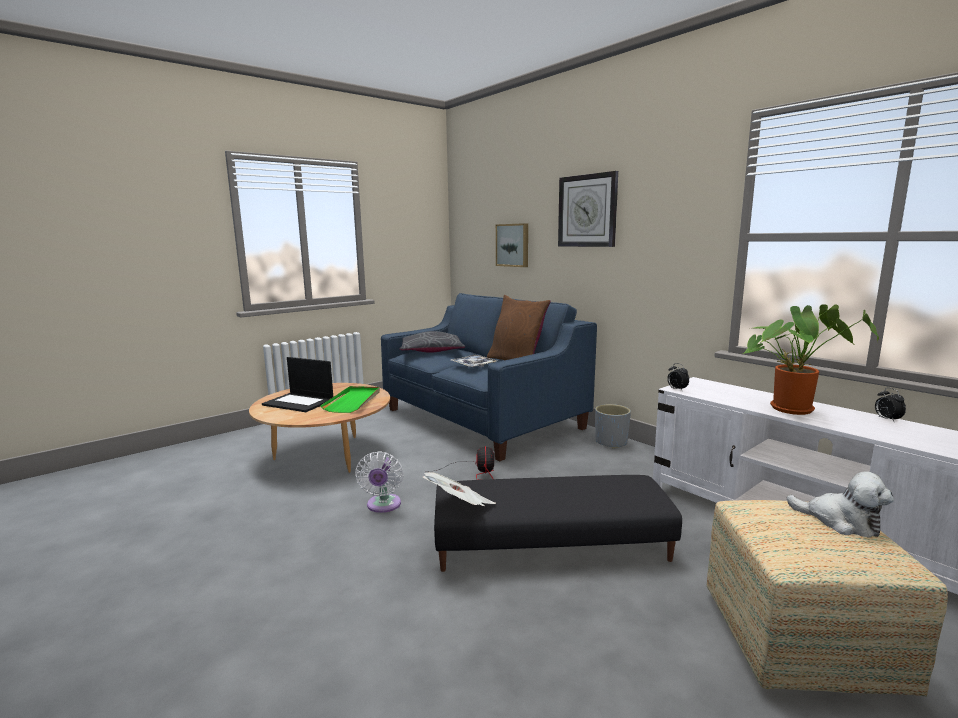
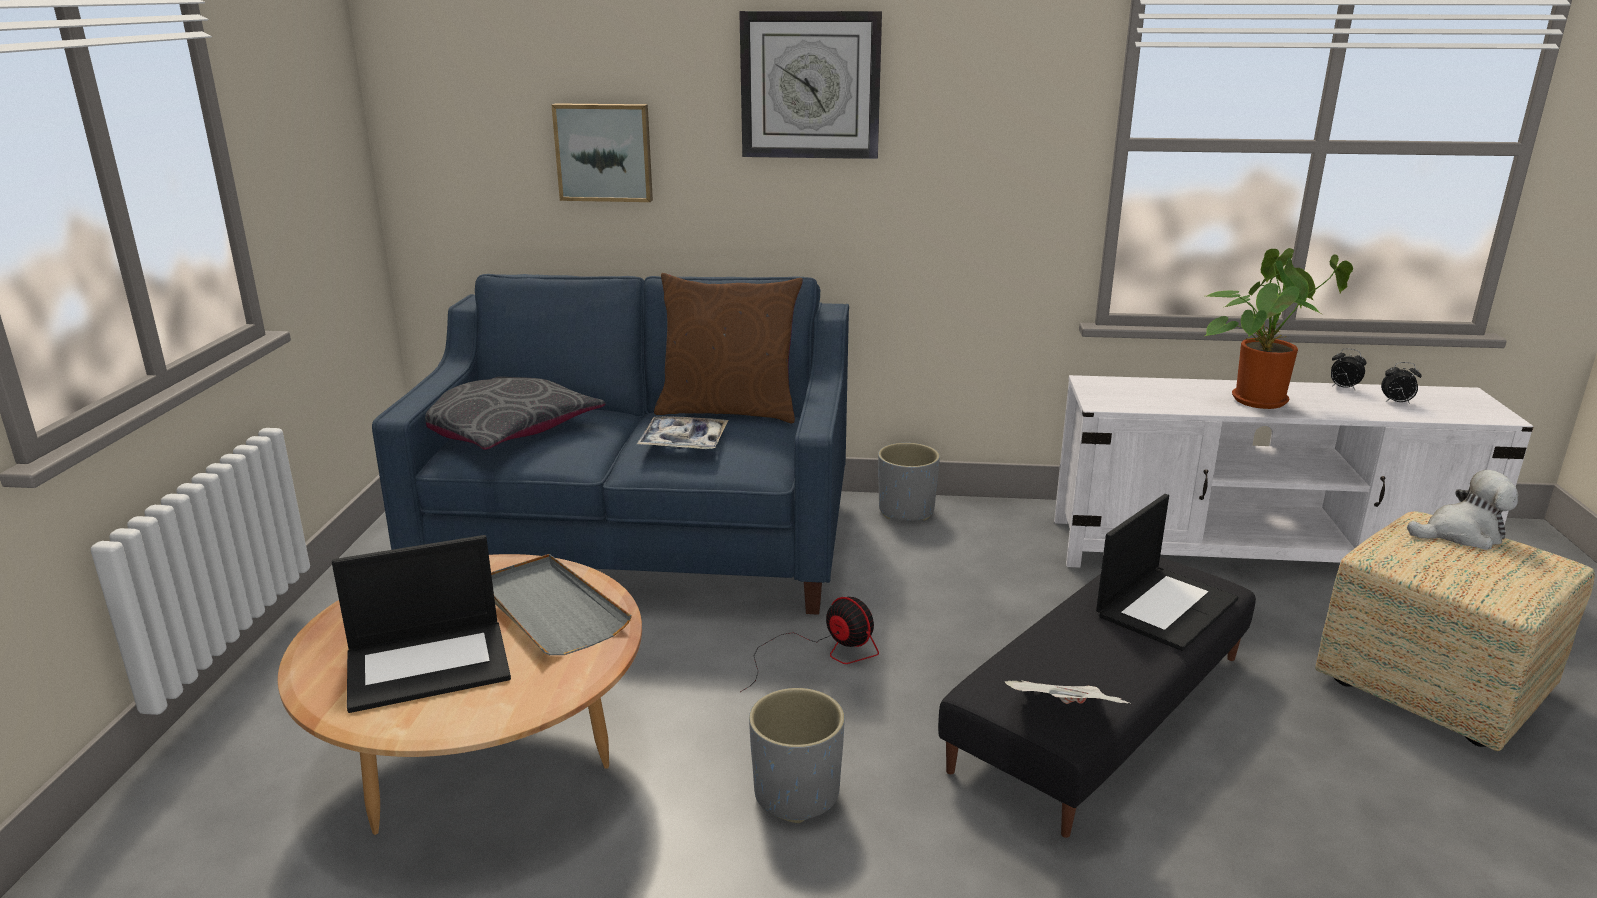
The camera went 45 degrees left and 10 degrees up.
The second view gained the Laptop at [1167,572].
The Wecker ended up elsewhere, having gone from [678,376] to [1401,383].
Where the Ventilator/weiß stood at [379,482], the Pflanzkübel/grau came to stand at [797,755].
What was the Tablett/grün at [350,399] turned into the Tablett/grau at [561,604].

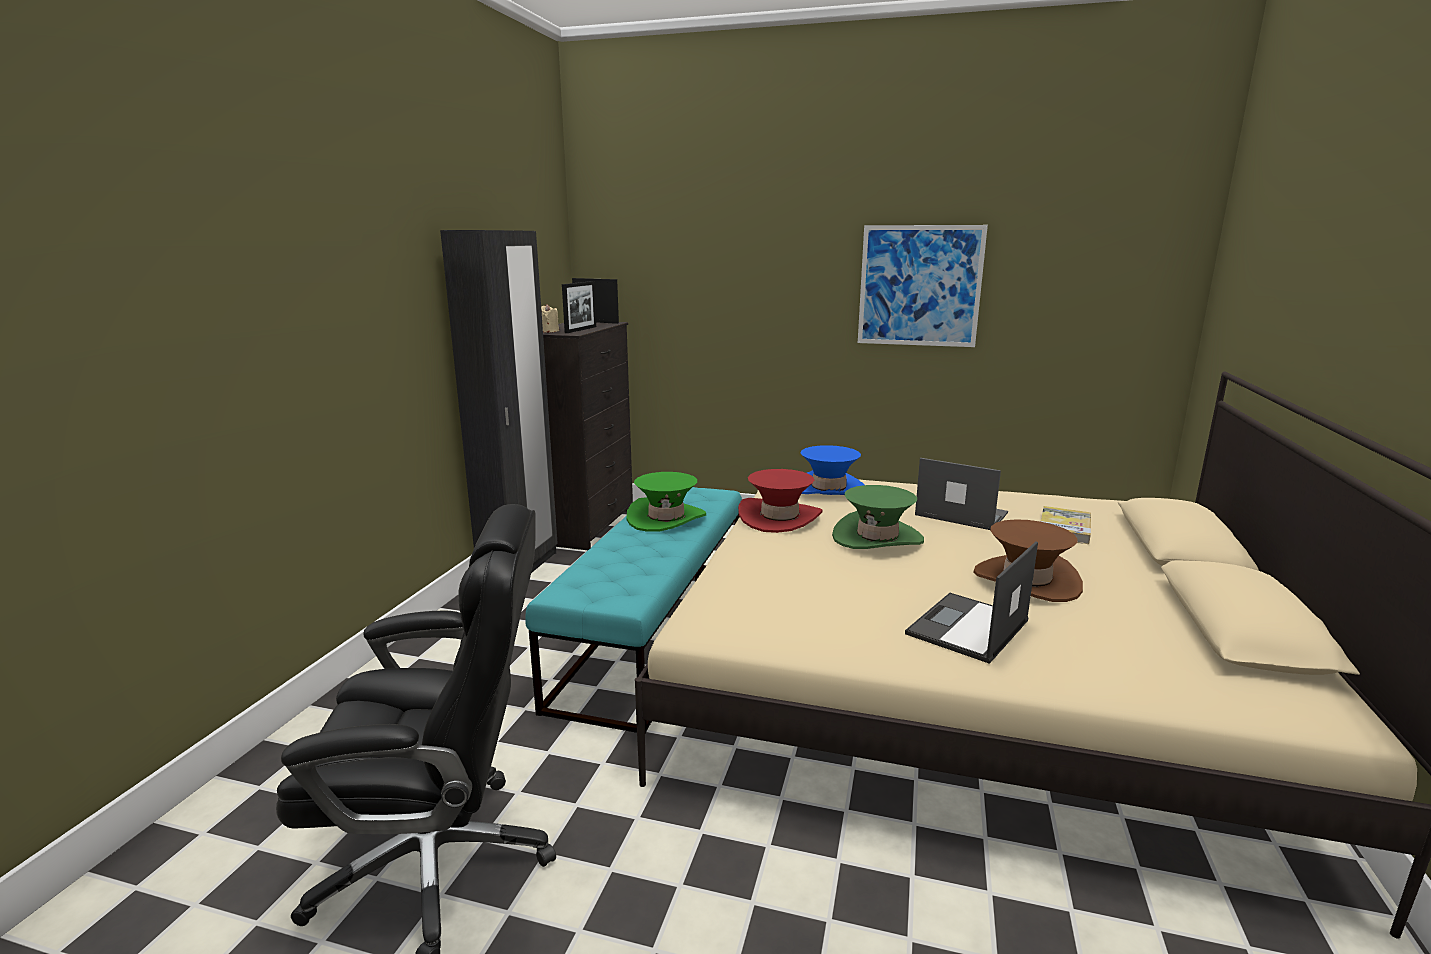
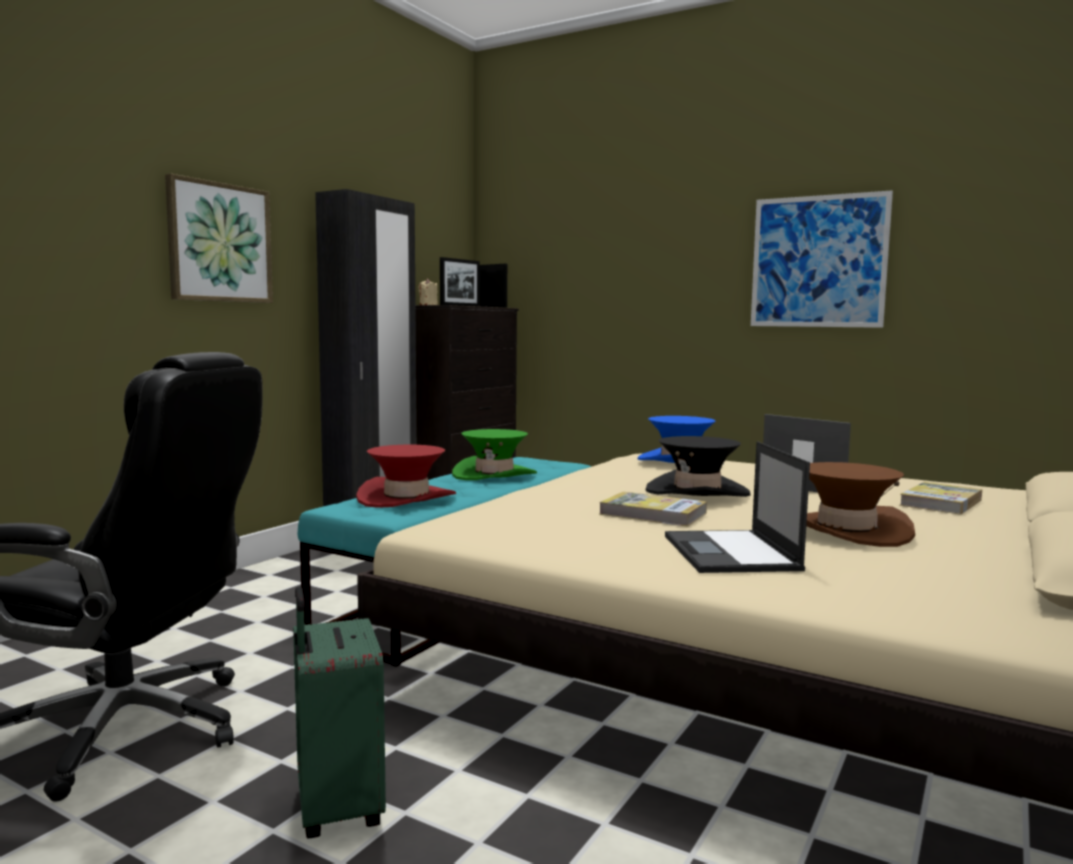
The camera went 15 degrees right and 10 degrees down.
The second view gained the Bild at [219,238].
The second view gained the Koffer/grün at [339,712].
The second view gained the Buch at [653,509].
The Hut/rot ended up elsewhere, having gone from [780,501] to [406,476].
What was the Hut/grün at [878,517] turned into the Hut/schwarz at [697,466].
The Laptop at [971,602] ended up facing another way, 60 degrees counterclockwise from before.

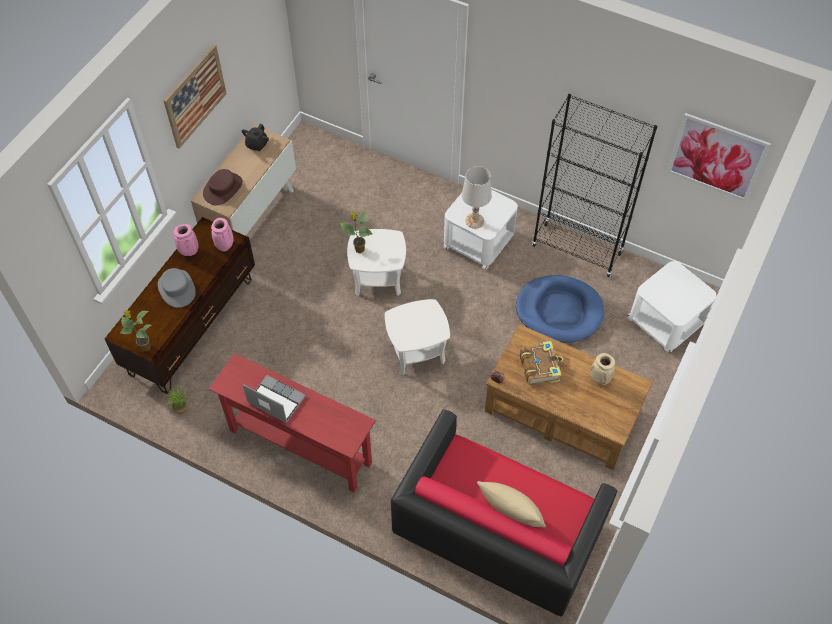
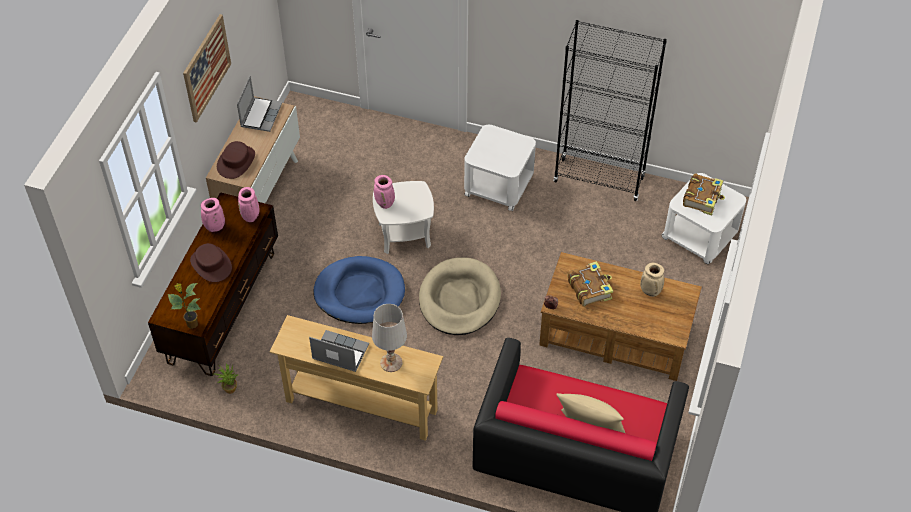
The camera went 10 degrees left and 5 degrees down.
The second view lost the Bild at [719,157].
The second view gained the Buch at [704,194].
The Tischlampe/weiß ended up elsewhere, having gone from [477,197] to [389,338].
The Hundebett/blau ended up elsewhere, having gone from [560,309] to [359,290].
Where the Teekanne/schwarz stood at [255,137], the Laptop came to stand at [259,104].
Where the Topfpflanze stood at [356,232], the Vase/rosa came to stand at [384,192].
Where the Beistelltisch/weiß stood at [417,337], the Hundebett/beige came to stand at [460,296].
What was the Hut/grau at [177,288] turned into the Hut/braun at [211,262].
What was the Konsolentisch/rot at [292,422] turned into the Konsolentisch/beige at [356,378].

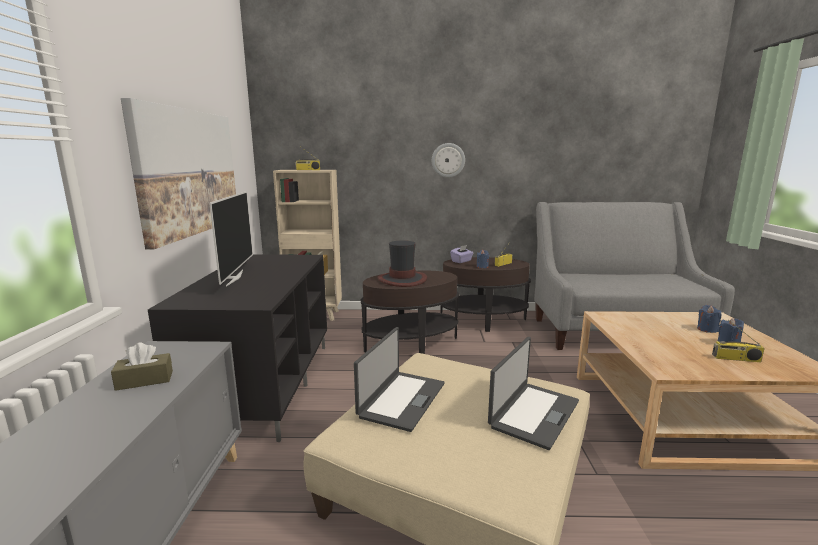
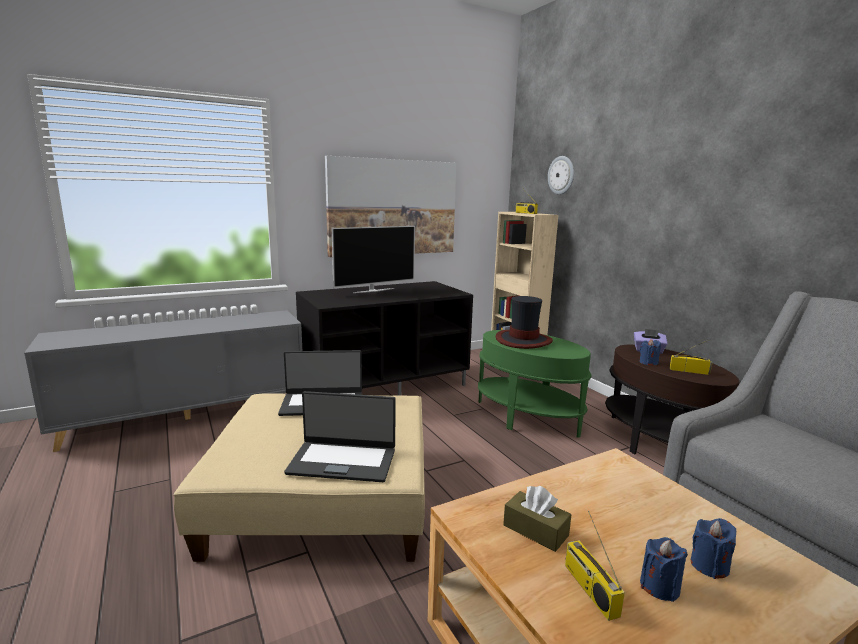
The camera went 60 degrees right and 0 degrees up.
The Taschentuchbox/braun ended up elsewhere, having gone from [142,366] to [537,519].
The Wanduhr ended up elsewhere, having gone from [448,160] to [561,175].
What was the Beistelltisch/braun at [410,312] turned into the Beistelltisch/grün at [535,384].

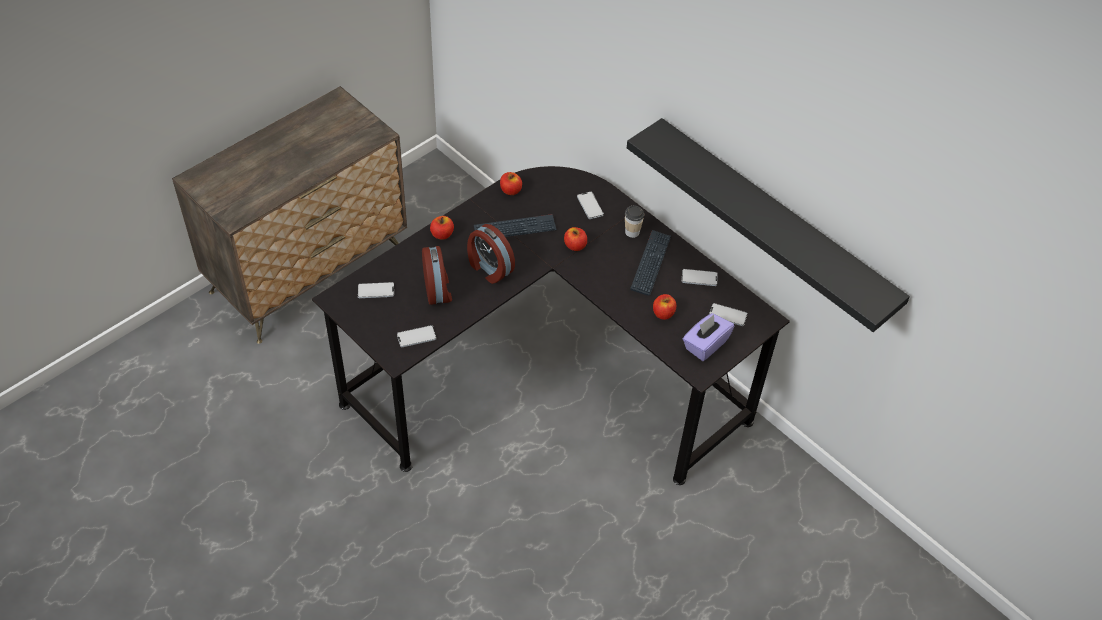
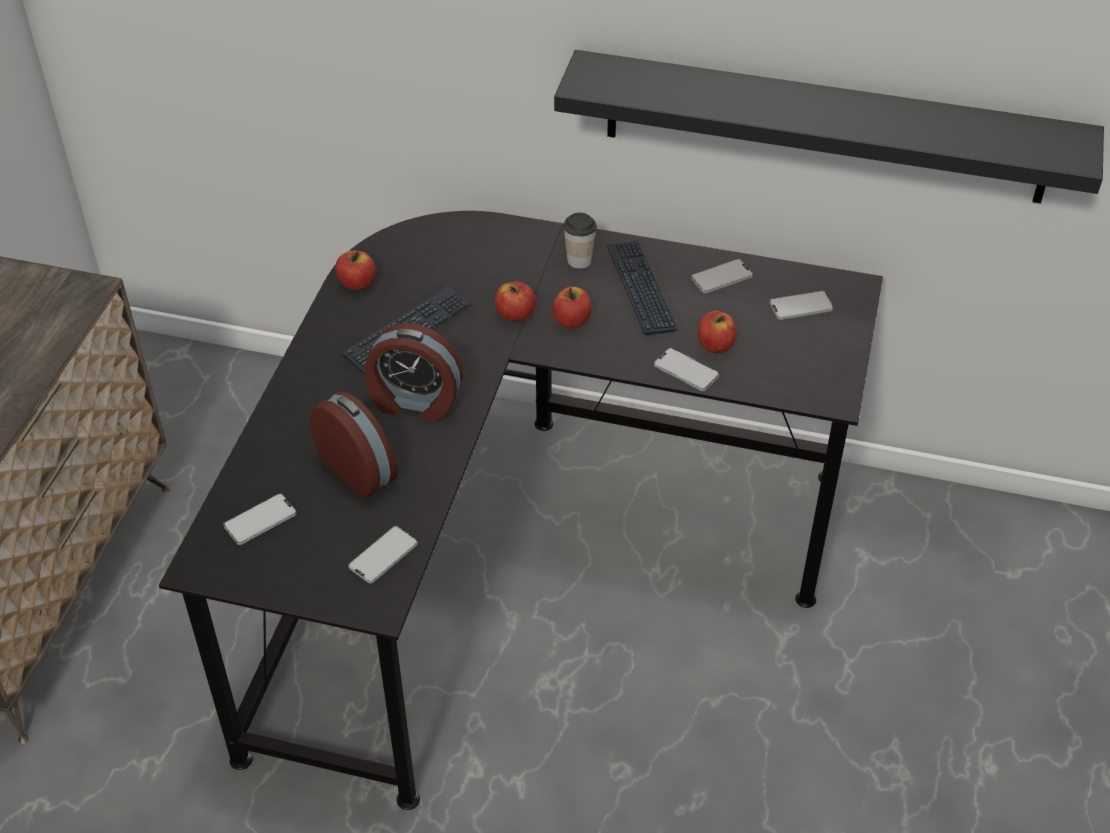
The camera went 30 degrees left and 5 degrees down.
The second view lost the Taschentuchbox/lila at [708,337].
The Apfel ended up elsewhere, having gone from [442,228] to [571,308].
The Handy ended up elsewhere, having gone from [590,205] to [686,369].

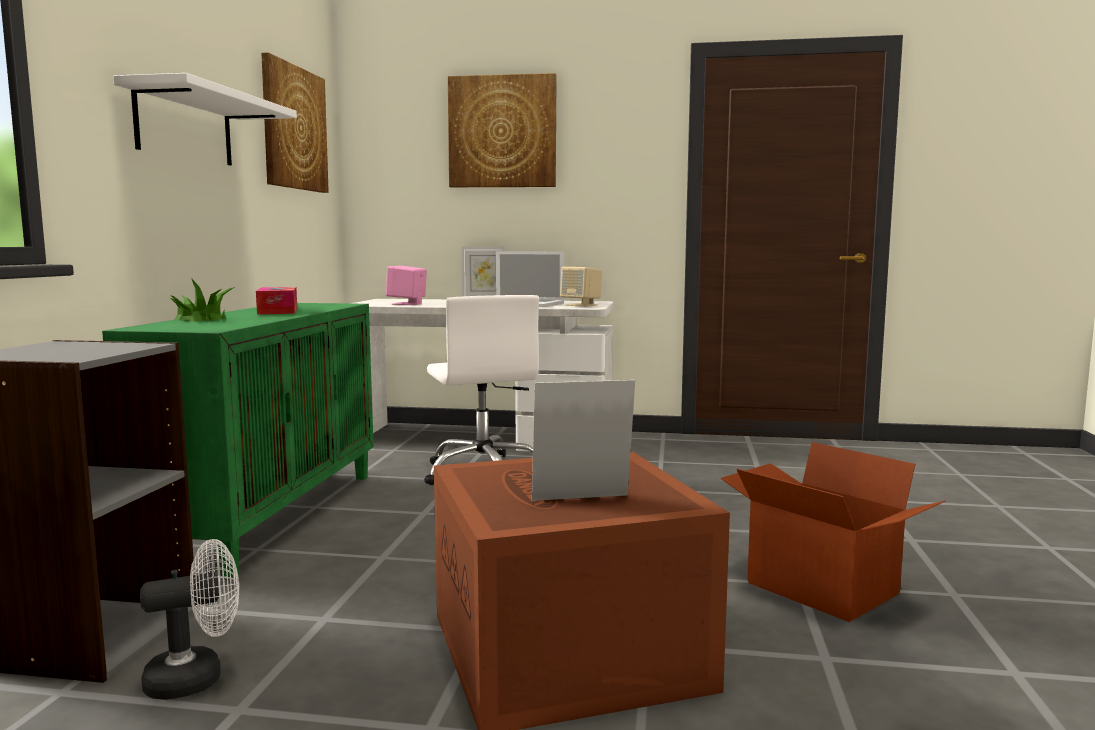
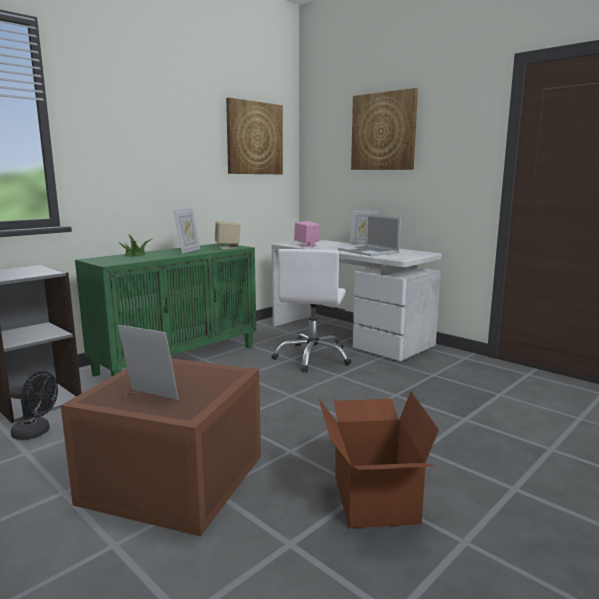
The camera went 35 degrees right and 5 degrees up.
The second view lost the Wandregal/weiß at [205,119].
The Lautsprecher/beige ended up elsewhere, having gone from [581,287] to [227,235].
Where the Taschentuchbox stood at [276,301], the Bilderrahmen came to stand at [186,230].
What was the Ventilator/weiß at [189,619] turned into the Ventilator/schwarz at [34,405].

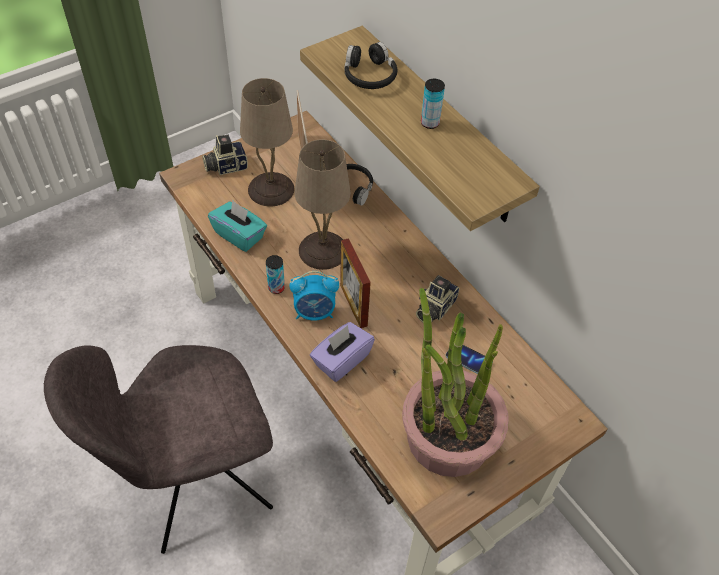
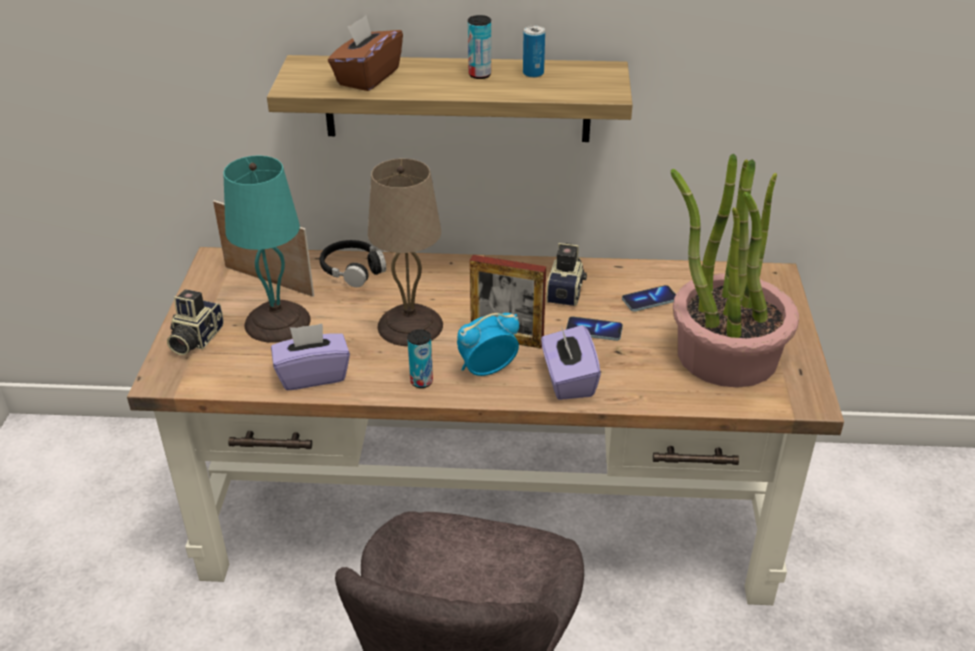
The camera went 50 degrees left and 15 degrees down.
The second view gained the Dose at [534,52].
The second view gained the Handy at [594,329].
Where the Kopfhörer/schwarz stood at [371,65], the Taschentuchbox/braun came to stand at [365,53].
What was the Taschentuchbox/türkis at [237,226] turned into the Taschentuchbox/lila at [310,356].
What was the Tischlampe/beige at [267,142] turned into the Tischlampe/türkis at [267,249].
The Wecker at [314,296] ended up facing another way, 150 degrees counterclockwise from before.
The Kamera at [438,299] ended up facing another way, 150 degrees counterclockwise from before.

